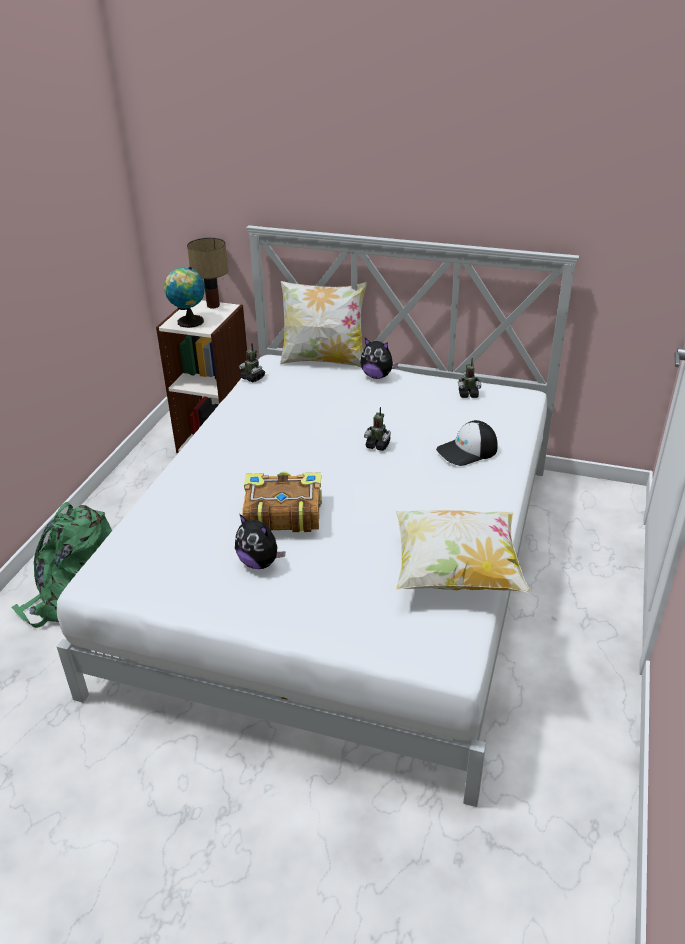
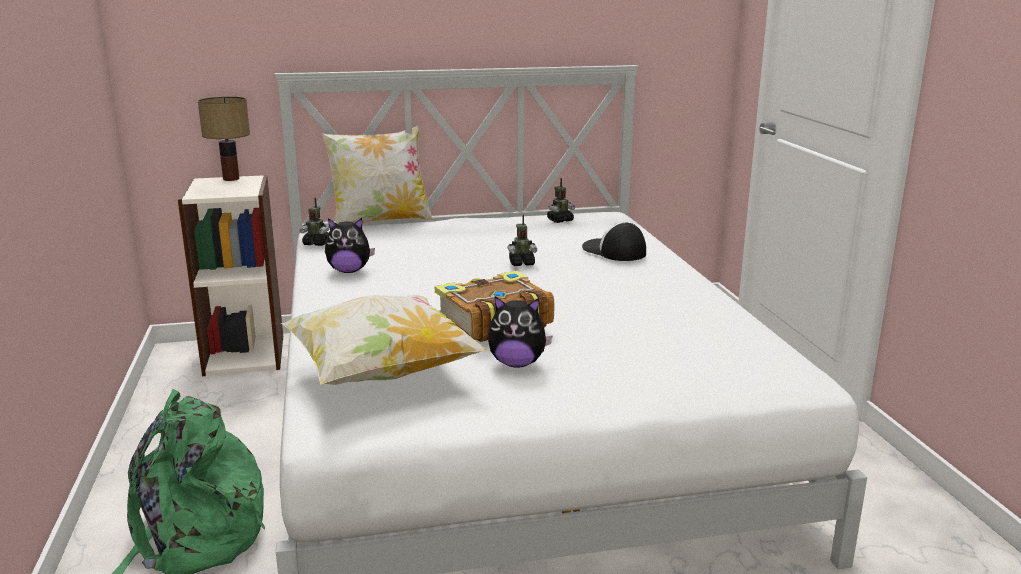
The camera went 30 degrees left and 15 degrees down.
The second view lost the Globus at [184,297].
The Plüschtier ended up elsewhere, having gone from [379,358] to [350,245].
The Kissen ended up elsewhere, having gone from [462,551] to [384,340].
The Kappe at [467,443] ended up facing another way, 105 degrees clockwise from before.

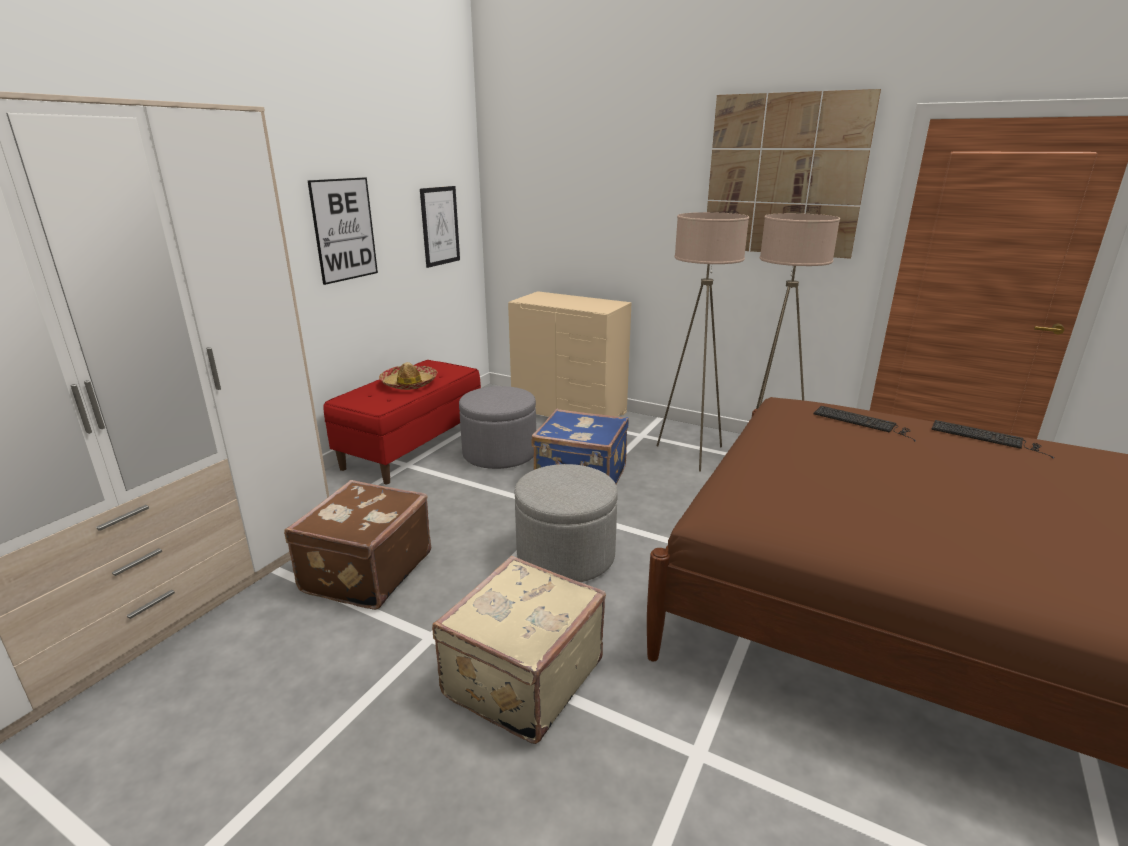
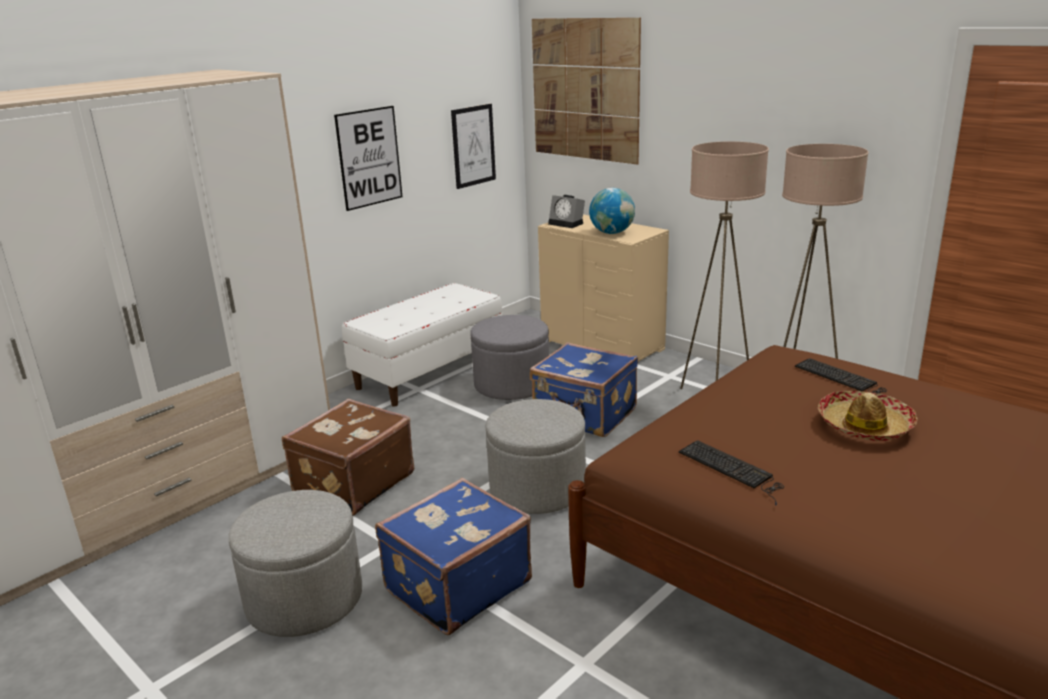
The camera went 15 degrees right and 0 degrees up.
The second view gained the Polsterhocker/grau at [295,563].
The second view gained the Wecker at [566,211].
The second view gained the Globus at [612,211].
The Hut ended up elsewhere, having gone from [408,376] to [868,416].
The Bild ended up elsewhere, having gone from [794,174] to [586,91].
The Tastatur ended up elsewhere, having gone from [992,439] to [731,472].
What was the Bank/rot at [402,422] turned into the Bank/weiß at [422,345].
What was the Koffer/beige at [519,650] turned into the Koffer/blau at [453,556].

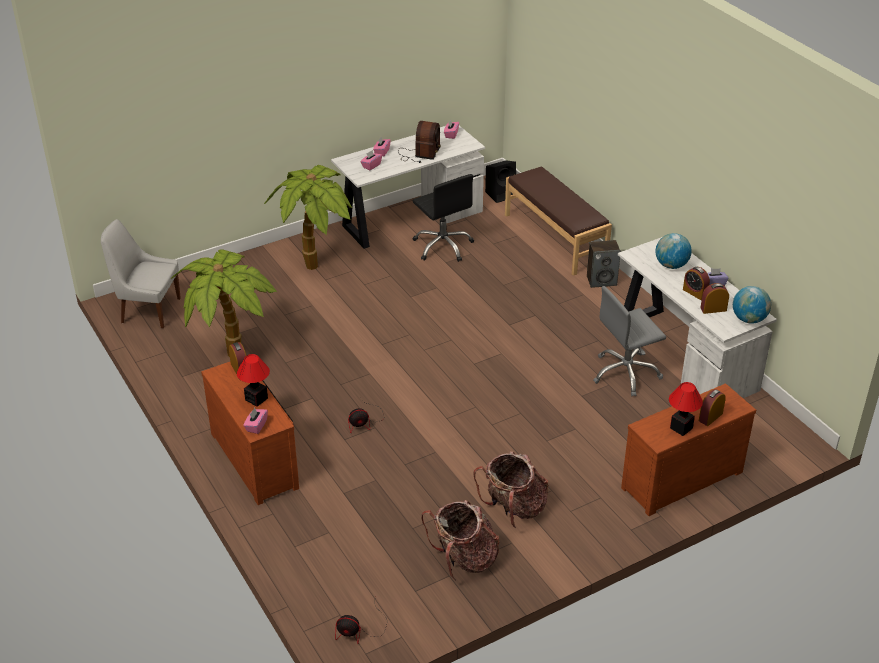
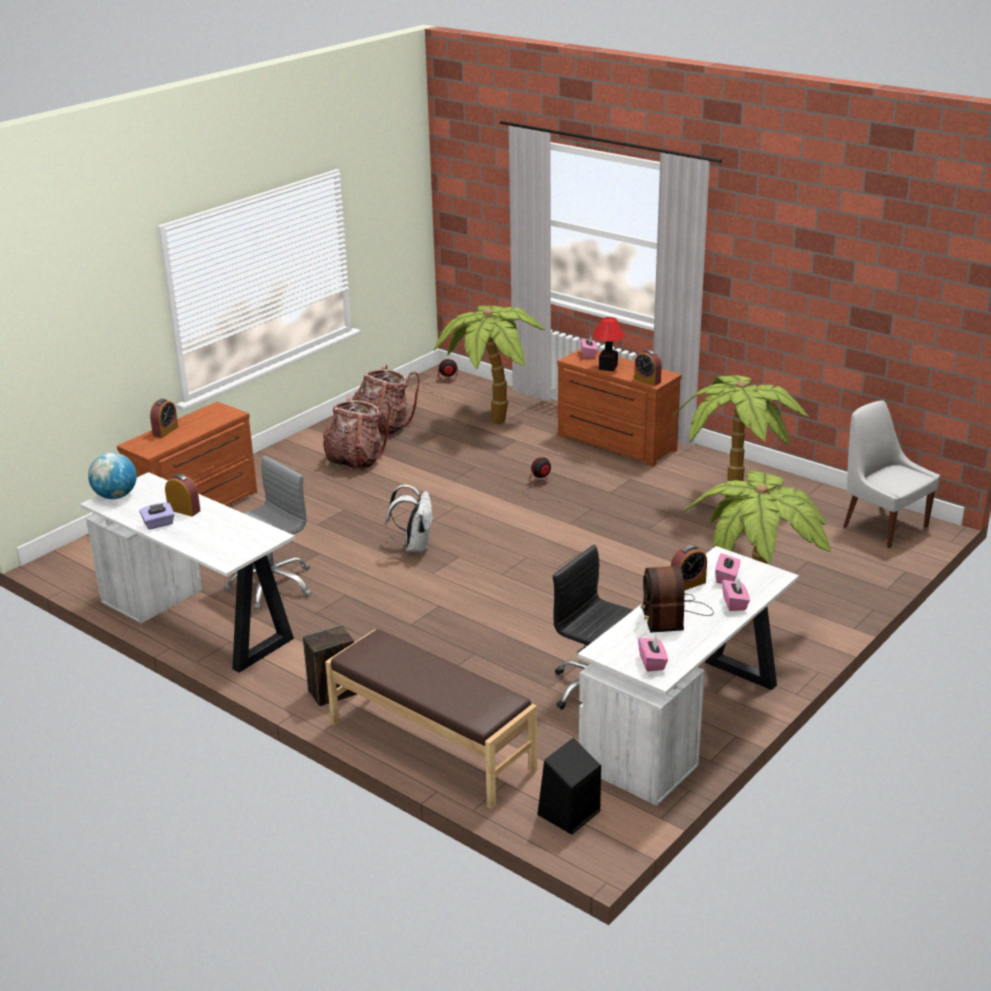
The camera went 160 degrees right and 10 degrees down.
The second view lost the Globus at [673,251].
The second view lost the Tischlampe at [686,409].
The second view gained the Rucksack/weiß at [409,519].
The second view gained the Topfpflanze at [489,365].
The Wecker ended up elsewhere, having gone from [714,298] to [689,568].
The Stuhl/weiß at [141,273] ended up facing another way, 120 degrees counterclockwise from before.

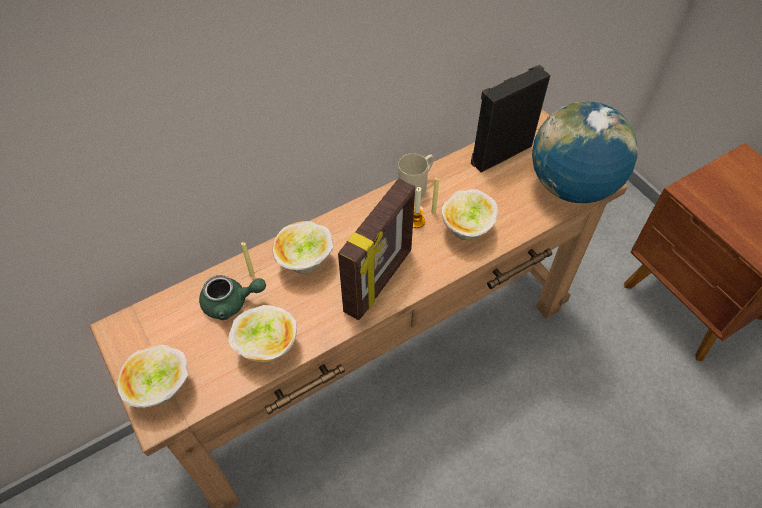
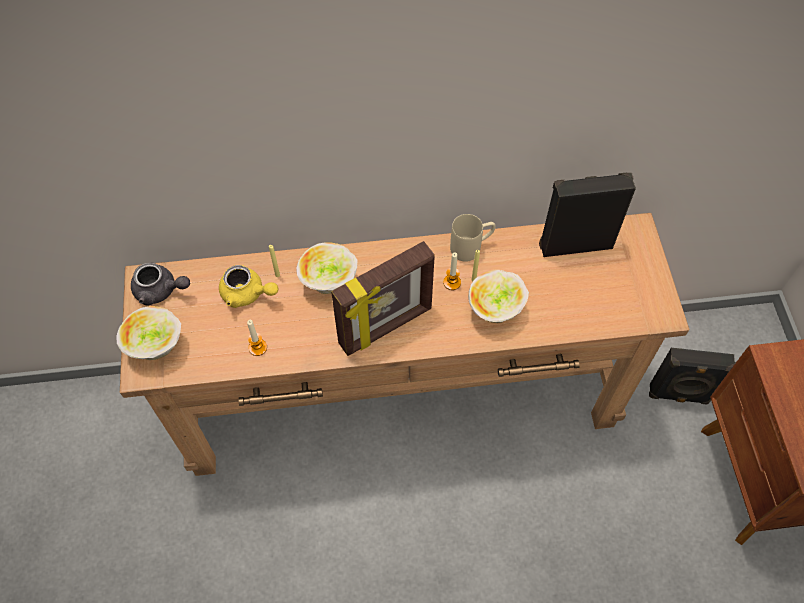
The camera went 25 degrees right and 5 degrees up.
The second view lost the Globus at [585,152].
The second view gained the Teekanne/grau at [160,284].
The second view gained the Lautsprecher/schwarz at [692,376].
Where the Schüssel stood at [262,334], the Kerze came to stand at [257,338].
What was the Teekanne/grün at [232,297] turned into the Teekanne/gelb at [248,286].

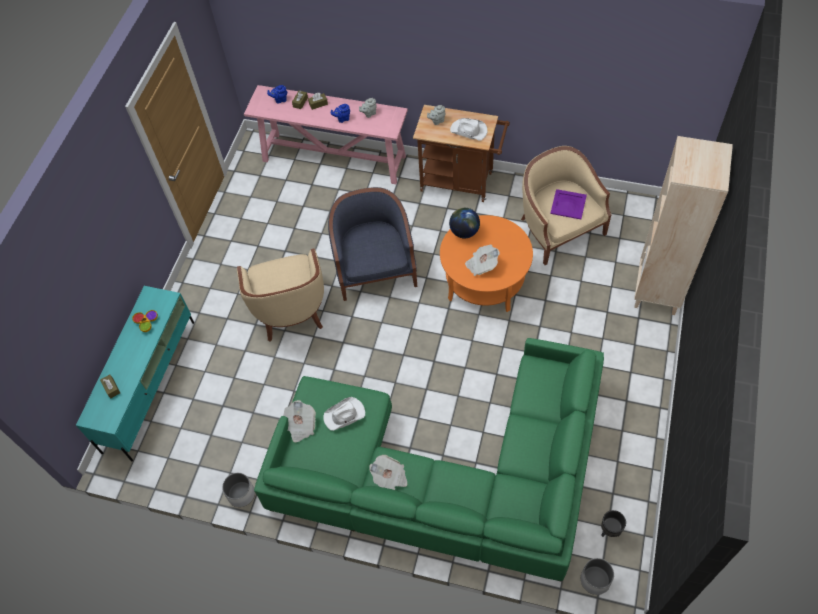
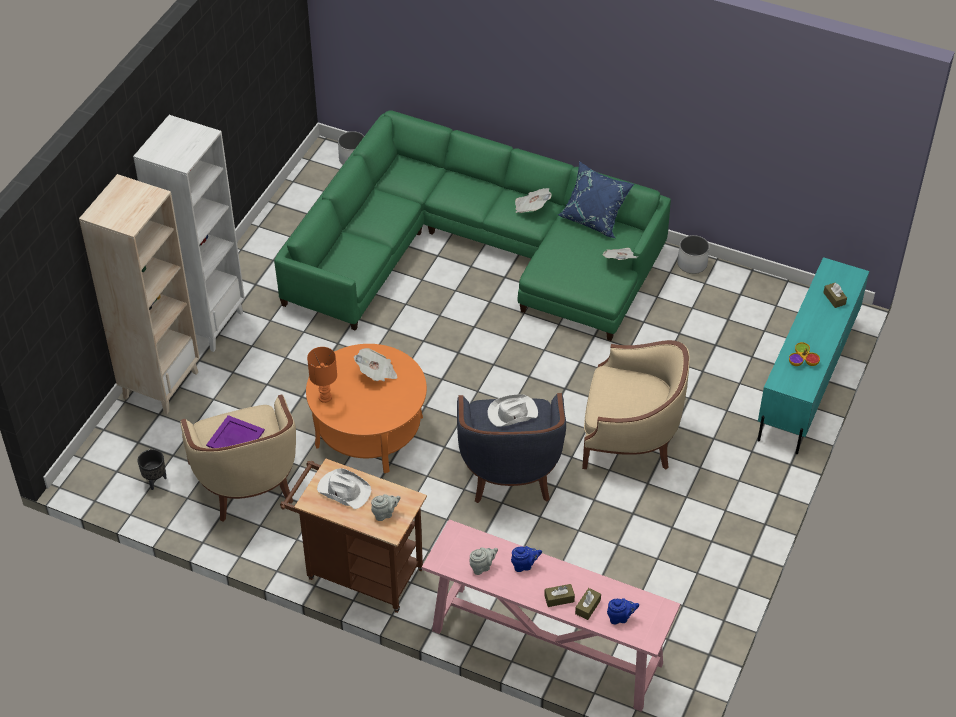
The camera went 175 degrees left and 10 degrees down.
The second view lost the Globus at [464,223].
The second view gained the Bücherregal/weiß at [189,233].
The second view gained the Tischlampe/orange at [322,375].
The second view gained the Kissen/blau at [596,199].
The Hut/weiß ended up elsewhere, having gone from [344,414] to [512,410].
The Pflanzkübel/schwarz ended up elsewhere, having gone from [613,523] to [152,469].
The Sessel/beige at [280,295] ended up facing another way, 105 degrees clockwise from before.

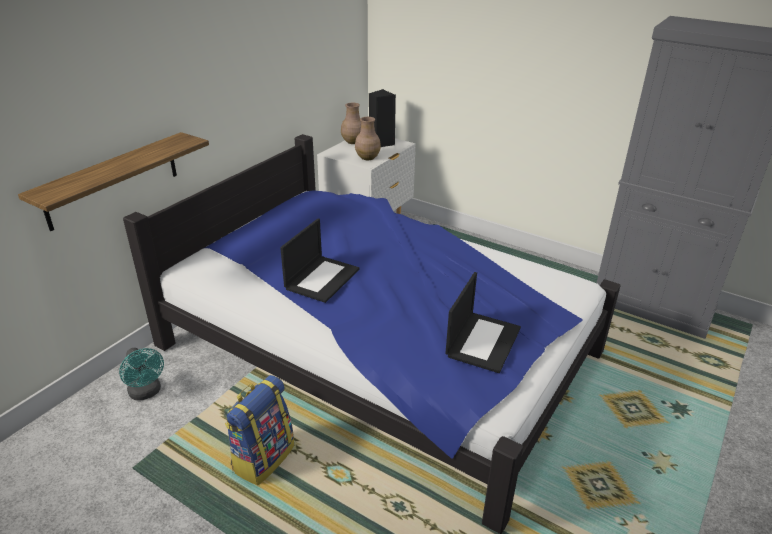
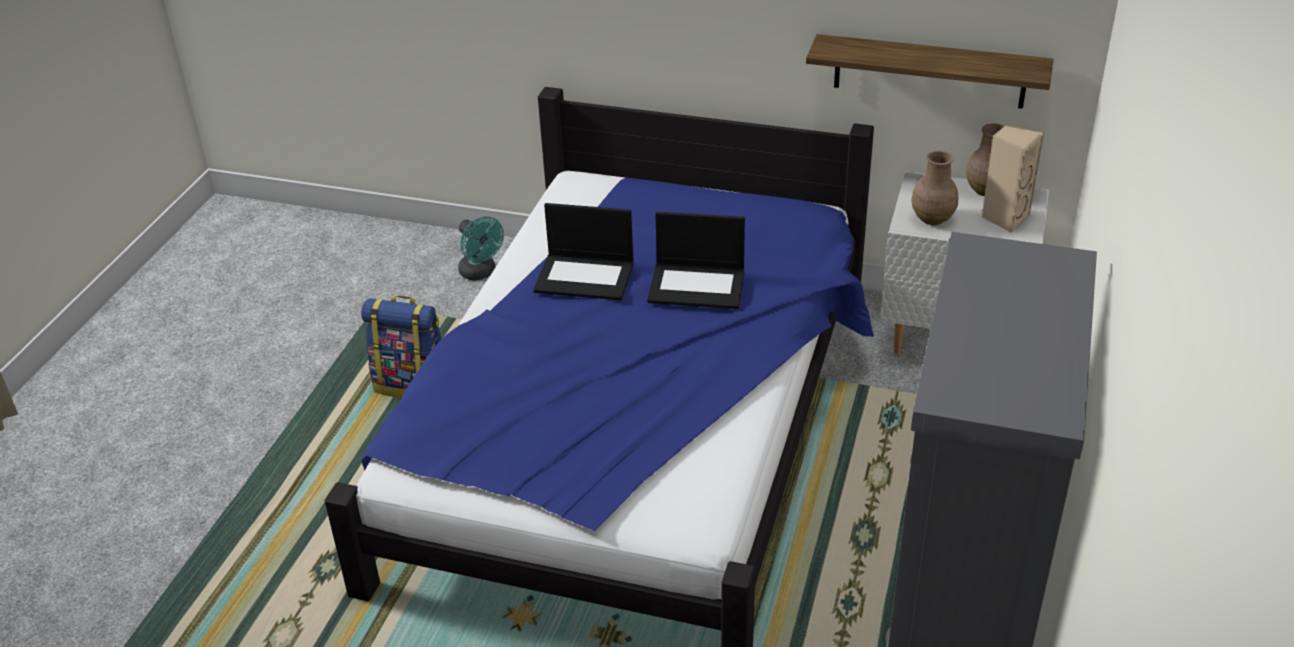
The camera went 75 degrees right and 5 degrees up.
The Wandregal ended up elsewhere, having gone from [113,181] to [930,71].
The Laptop ended up elsewhere, having gone from [483,322] to [696,260].
What was the Lautsprecher/schwarz at [382,118] turned into the Lautsprecher/beige at [1013,179].
The Ventilator/türkis at [141,374] ended up facing another way, 75 degrees counterclockwise from before.

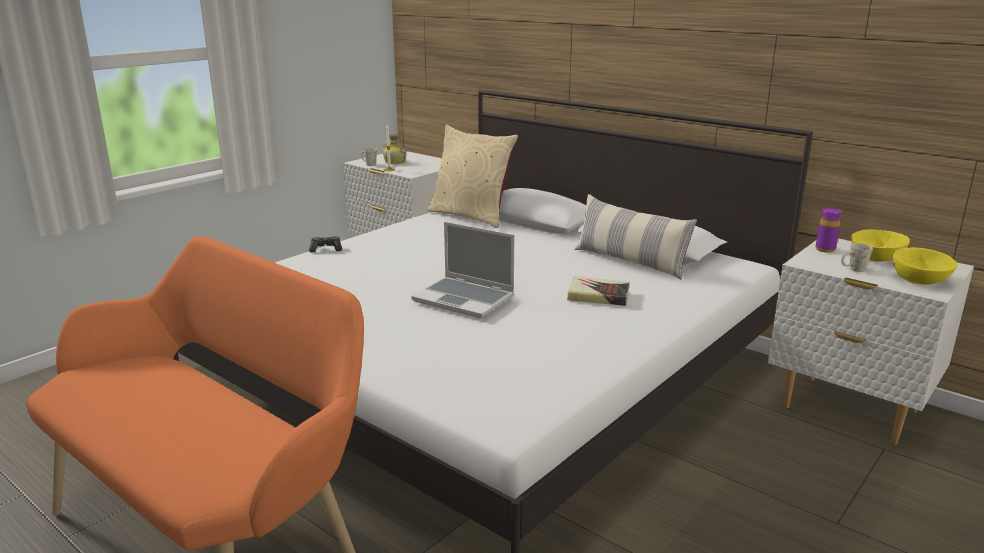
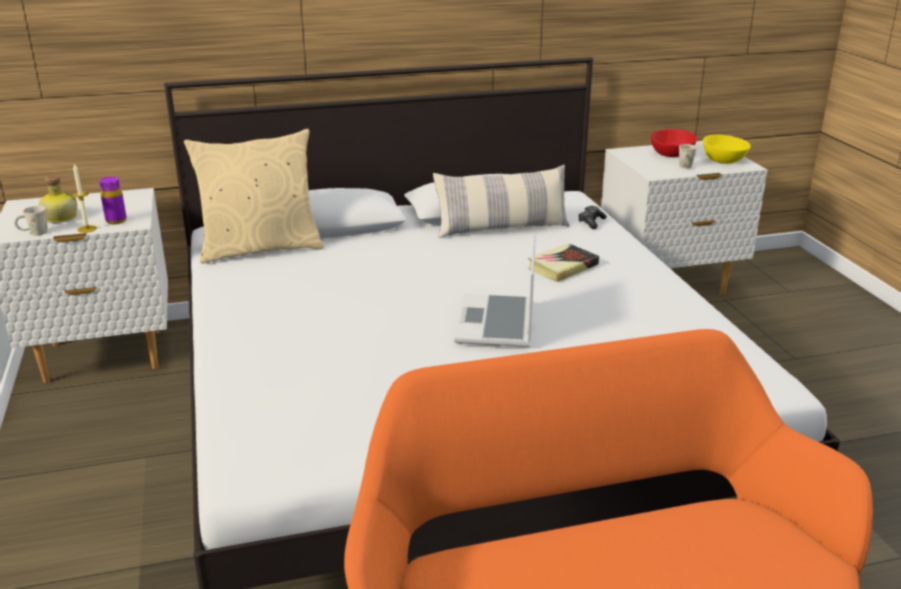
The camera went 55 degrees left and 5 degrees up.
The Gamepad ended up elsewhere, having gone from [325,244] to [592,217].
The Flasche/lila ended up elsewhere, having gone from [828,230] to [113,200].
What was the Schüssel/gelb at [880,245] turned into the Schüssel/rot at [674,143].
The Laptop at [463,270] ended up facing another way, 120 degrees clockwise from before.

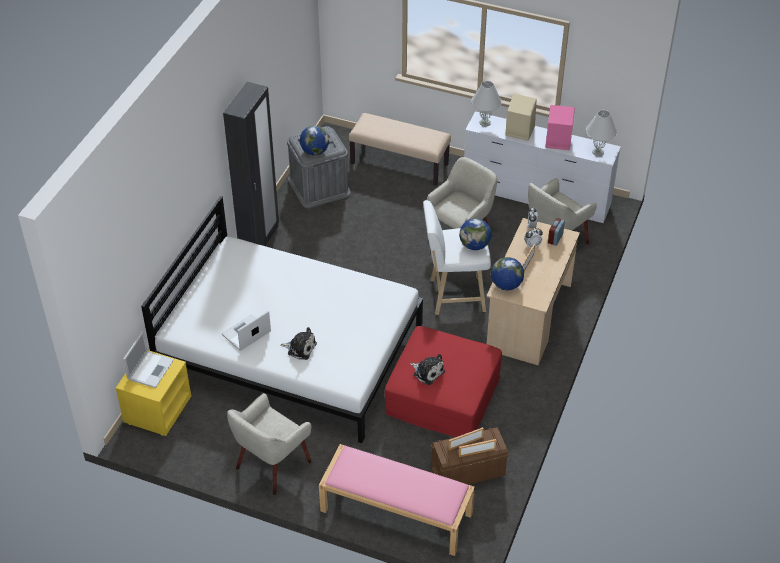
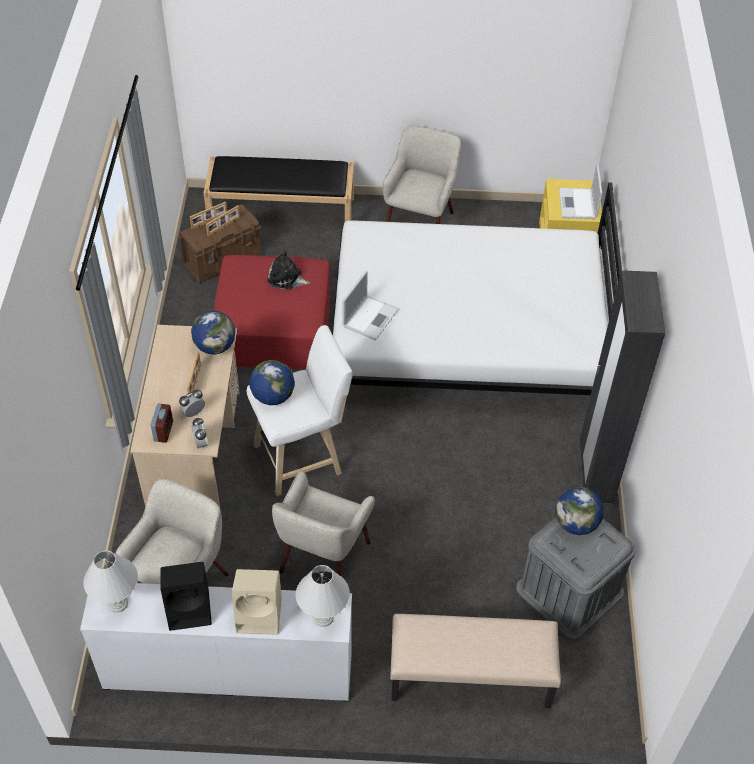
The camera went 160 degrees right and 5 degrees up.
The second view lost the Plüschtier at [298,343].
The Laptop ended up elsewhere, having gone from [246,331] to [370,306].
What was the Bank/rosa at [397,500] turned into the Bank/schwarz at [278,189].
What was the Lautsprecher/rosa at [560,127] turned into the Lautsprecher/schwarz at [186,596].

